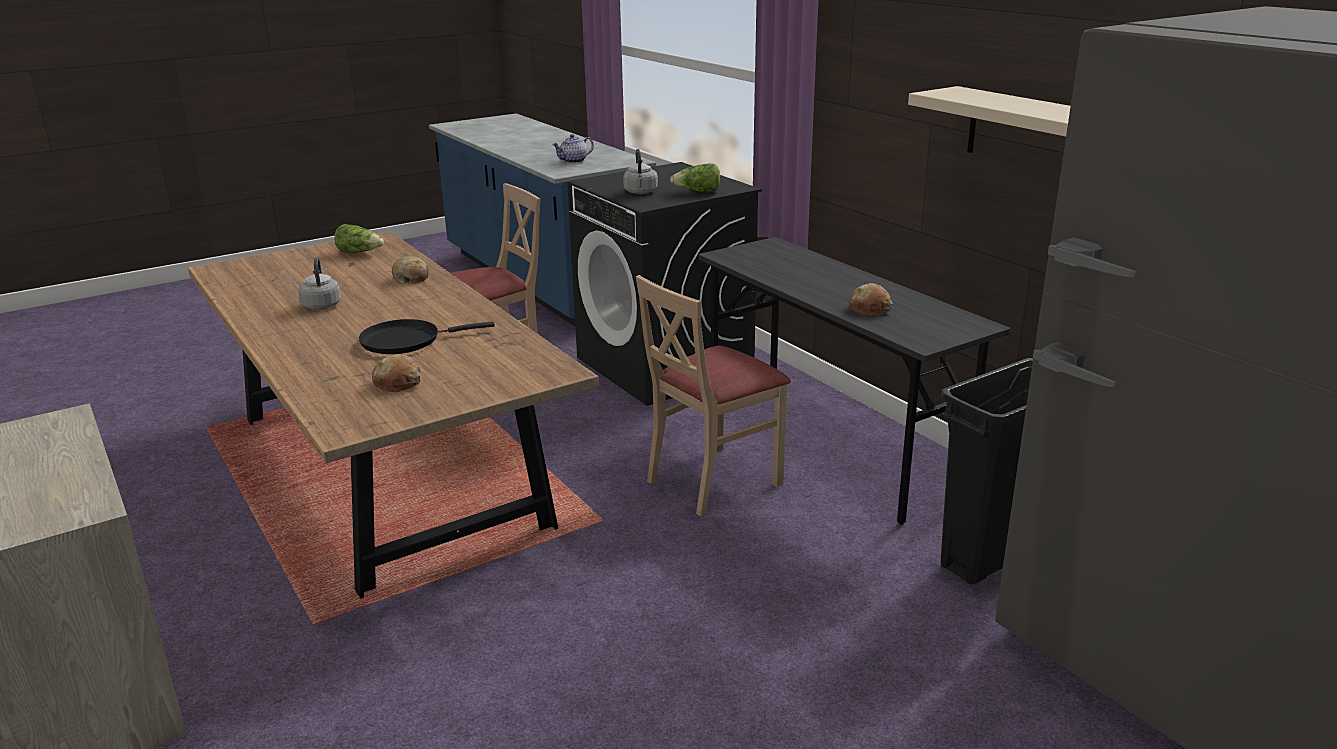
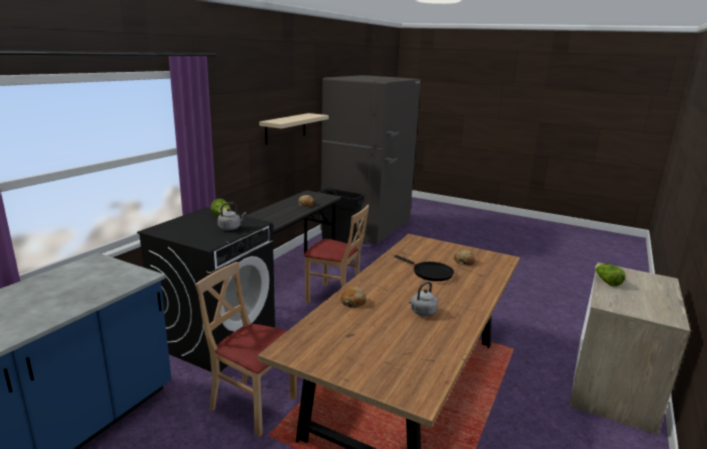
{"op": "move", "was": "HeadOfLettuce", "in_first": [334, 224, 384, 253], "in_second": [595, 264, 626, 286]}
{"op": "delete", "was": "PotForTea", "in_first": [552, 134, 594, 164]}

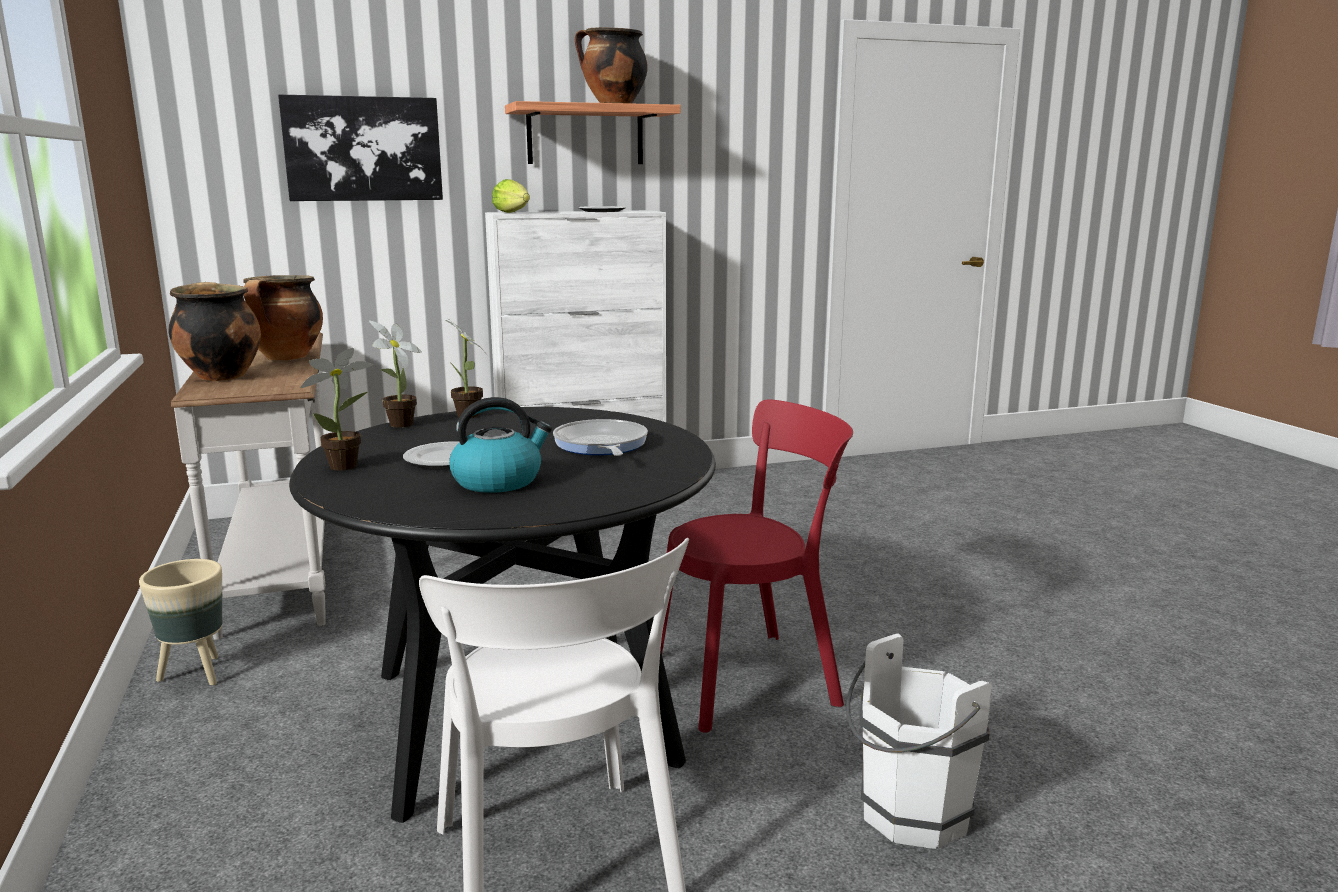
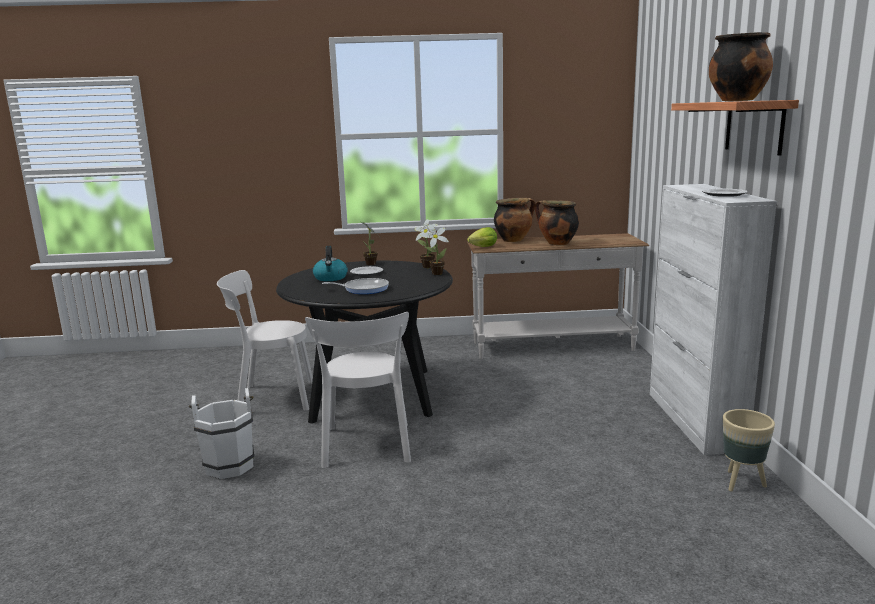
{"op": "move", "was": "SandColouredPlanter", "in_first": [139, 559, 223, 685], "in_second": [723, 409, 775, 491]}
{"op": "delete", "was": "WallArt", "in_first": [278, 94, 443, 201]}
{"op": "move", "was": "HeadOfLettuce", "in_first": [492, 179, 530, 213], "in_second": [467, 227, 497, 247]}
{"op": "recolor", "was": "RedChair", "now": "WhitishChair", "in_first": [661, 400, 853, 733], "in_second": [305, 312, 411, 468]}

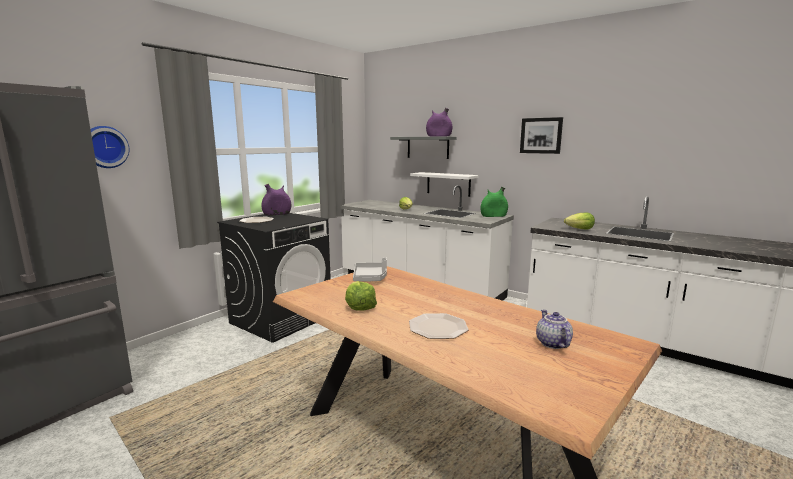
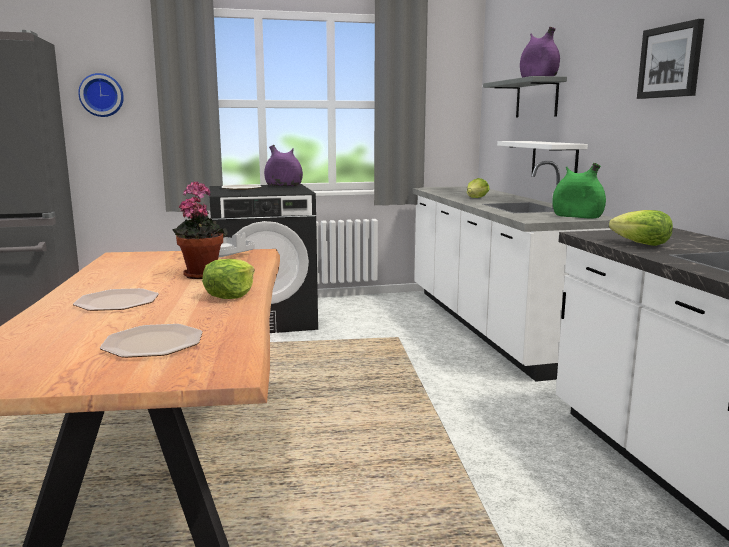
{"op": "move", "was": "HeadOfLettuce", "in_first": [345, 281, 377, 311], "in_second": [202, 259, 255, 299]}
{"op": "replace", "was": "PotForTea", "now": "FlatDish", "in_first": [536, 310, 573, 349], "in_second": [100, 324, 203, 358]}
{"op": "insert", "now": "Houseplant", "in_second": [173, 181, 227, 279]}

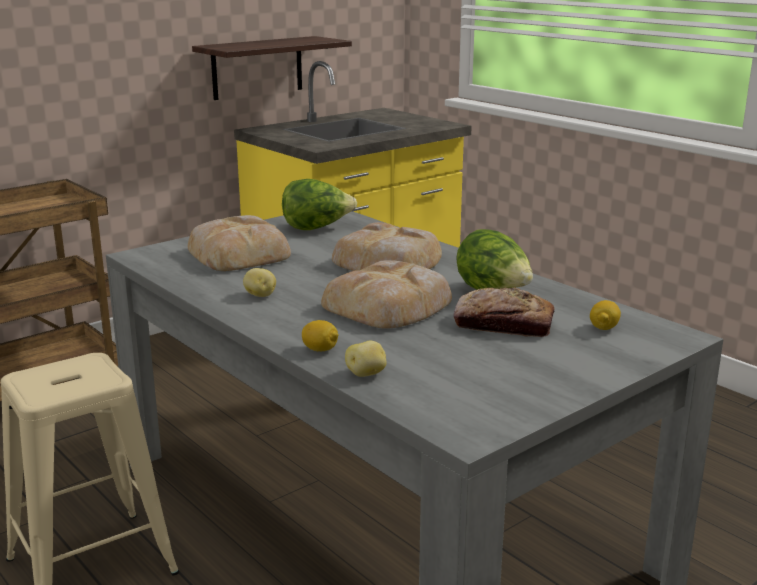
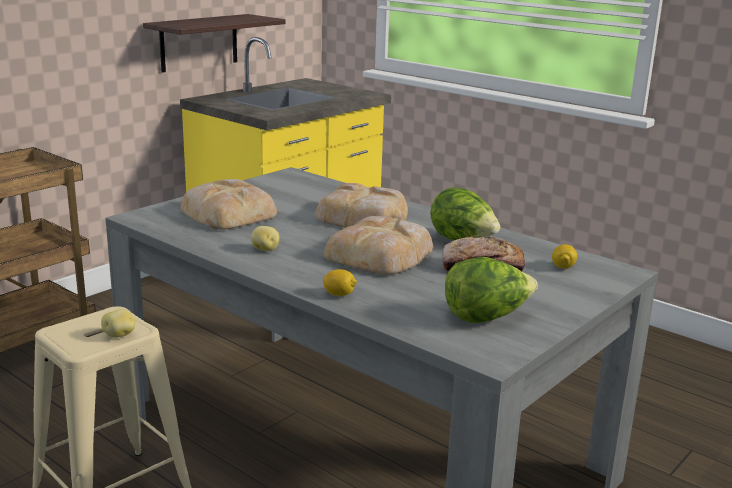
{"op": "move", "was": "HeadOfLettuce", "in_first": [282, 179, 357, 230], "in_second": [445, 257, 538, 323]}
{"op": "move", "was": "Potato", "in_first": [345, 340, 387, 377], "in_second": [101, 309, 135, 338]}

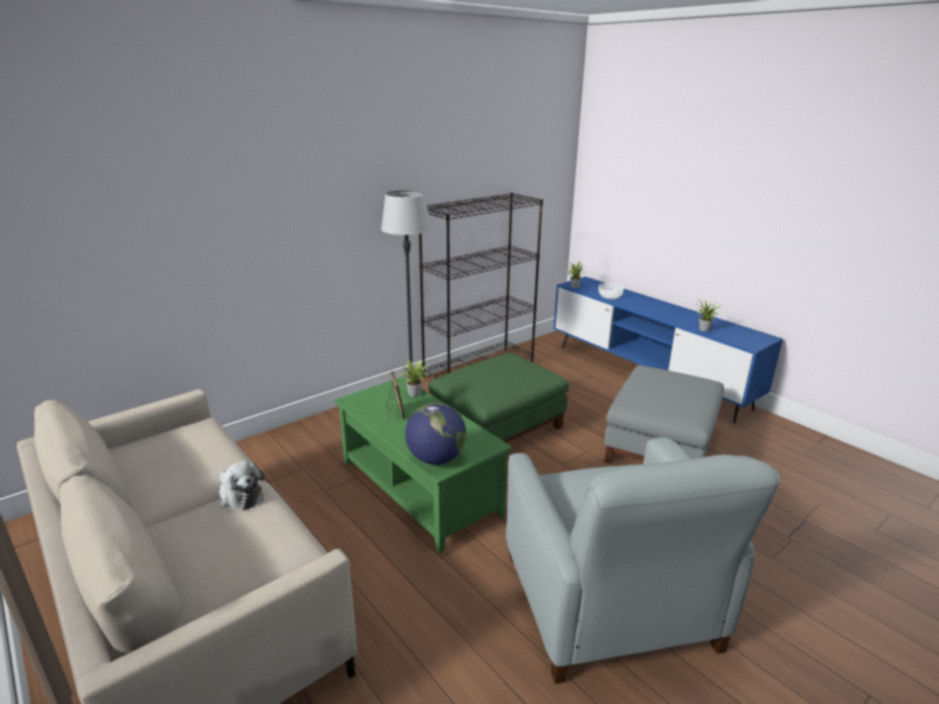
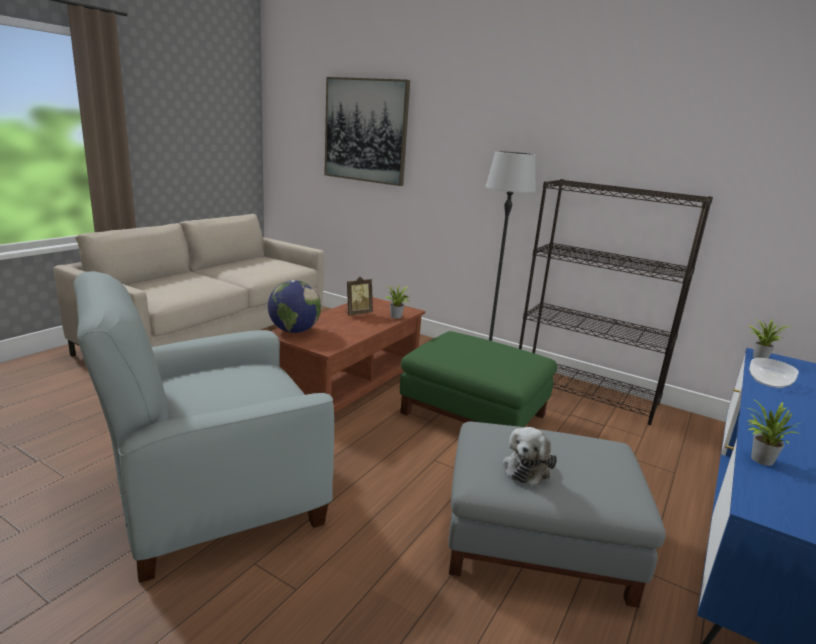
{"op": "move", "was": "SoftToy", "in_first": [219, 460, 264, 510], "in_second": [503, 427, 557, 487]}
{"op": "recolor", "was": "GreenCoffeeTable", "now": "BrownishCoffeeTable", "in_first": [334, 377, 512, 553], "in_second": [272, 297, 425, 413]}
{"op": "insert", "now": "WallArt", "in_second": [324, 77, 410, 186]}

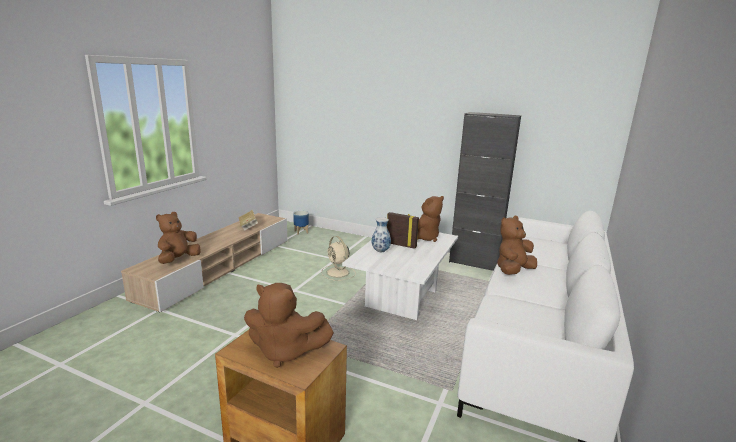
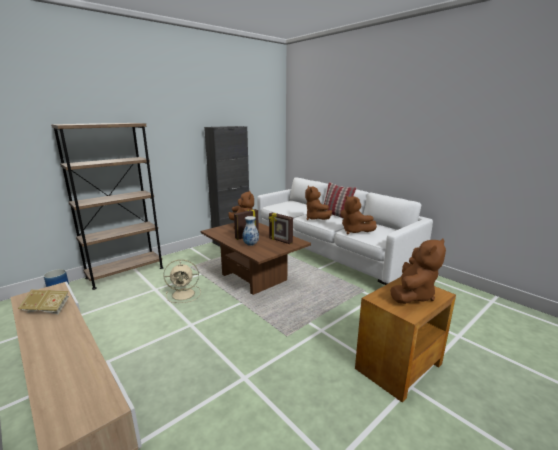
{"op": "move", "was": "BrownishSoftToy", "in_first": [156, 212, 201, 264], "in_second": [341, 196, 377, 234]}
{"op": "recolor", "was": "WhitishCoffeeTable", "now": "BrownishCoffeeTable", "in_first": [342, 232, 458, 320], "in_second": [201, 222, 311, 295]}
{"op": "insert", "now": "BrownishBookshelf", "in_second": [51, 123, 163, 290]}
{"op": "insert", "now": "PictureFrame", "in_second": [269, 213, 293, 244]}
{"op": "insert", "now": "ThrowPillow", "in_second": [324, 182, 356, 219]}

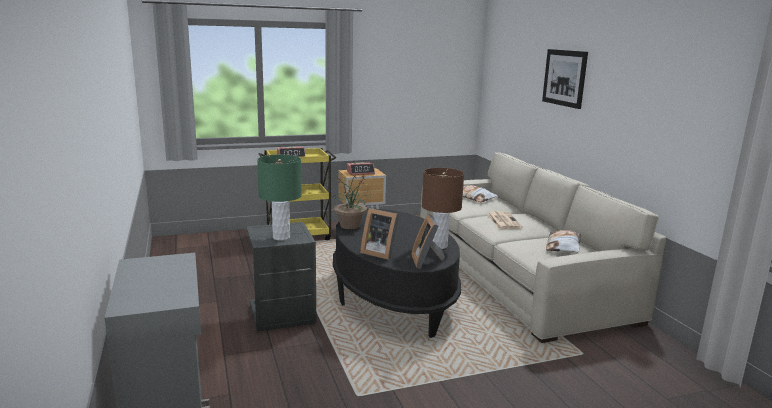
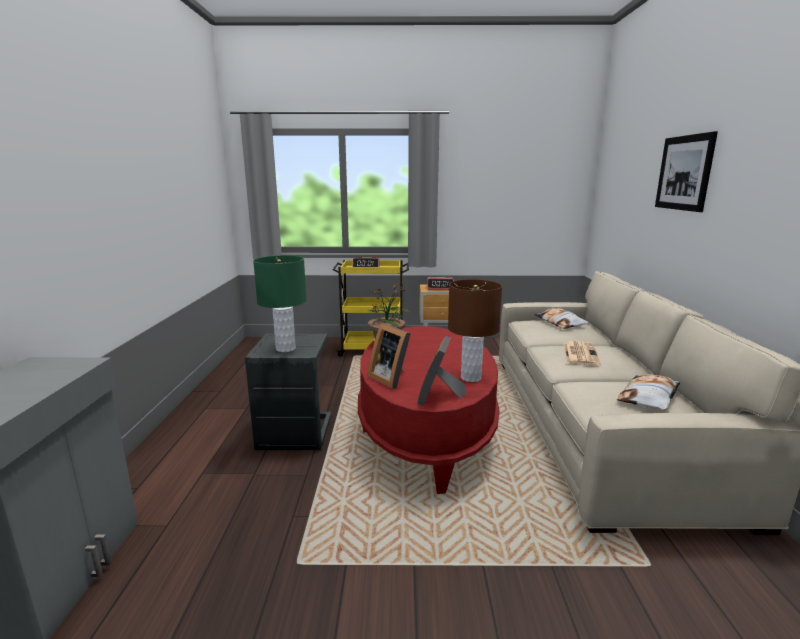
{"op": "recolor", "was": "BlackColouredCoffeeTable", "now": "RedCoffeeTable", "in_first": [333, 209, 461, 338], "in_second": [358, 326, 500, 494]}

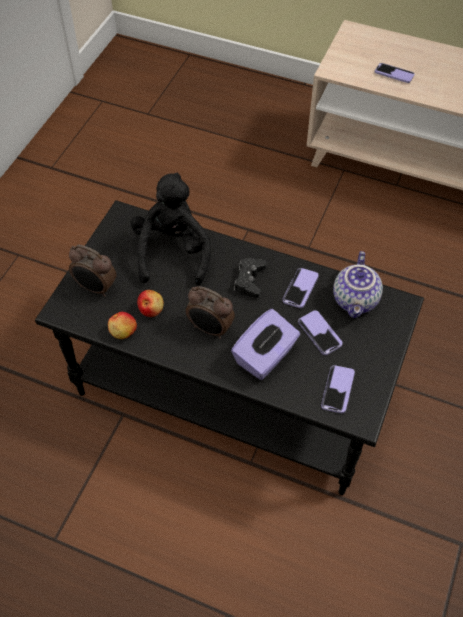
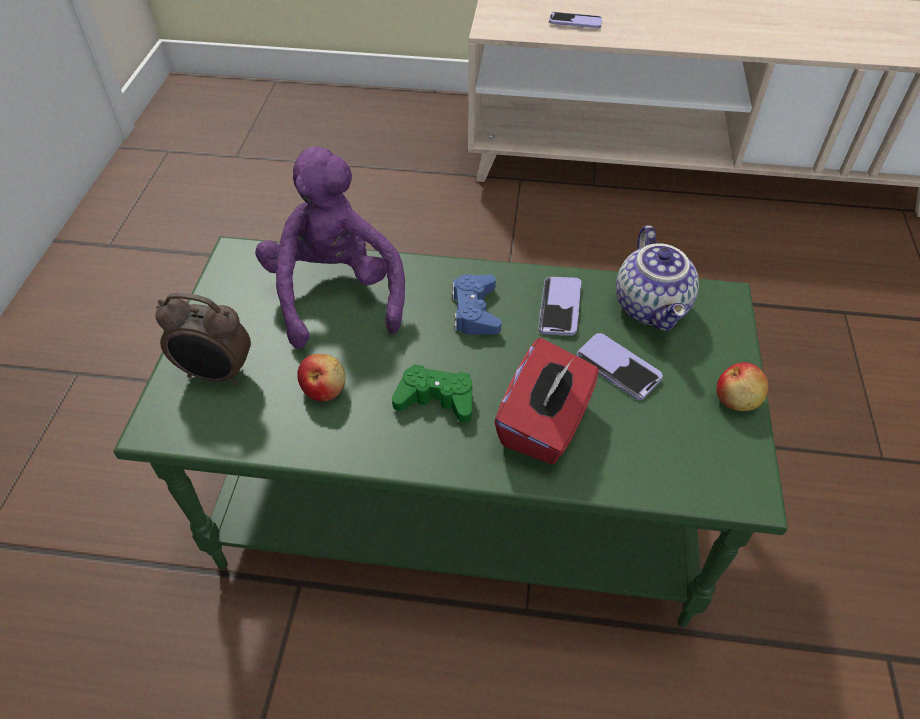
{"op": "recolor", "was": "BlackColouredCoffeeTable", "now": "GreenCoffeeTable", "in_first": [35, 200, 424, 495], "in_second": [114, 236, 788, 627]}
{"op": "move", "was": "Apple", "in_first": [108, 312, 137, 339], "in_second": [717, 362, 768, 411]}
{"op": "recolor", "was": "BlackColouredSoftToy", "now": "PurpleColouredSoftToy", "in_first": [130, 173, 211, 285], "in_second": [255, 147, 405, 349]}
{"op": "replace", "was": "TableClock", "now": "GreenGamepad", "in_first": [186, 286, 235, 339], "in_second": [392, 364, 472, 423]}
{"op": "recolor", "was": "PurpleColouredTissueBox", "now": "RedTissueBox", "in_first": [231, 309, 300, 380], "in_second": [494, 338, 599, 464]}
{"op": "recolor", "was": "BlackColouredGamepad", "now": "BluishGamepad", "in_first": [234, 258, 267, 298], "in_second": [451, 274, 502, 335]}
{"op": "delete", "was": "Telephone", "in_first": [321, 365, 355, 413]}

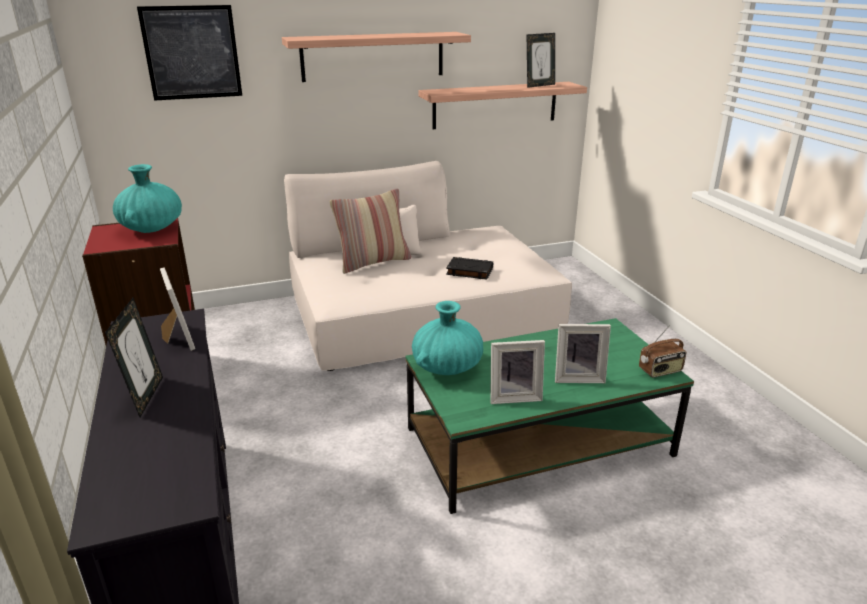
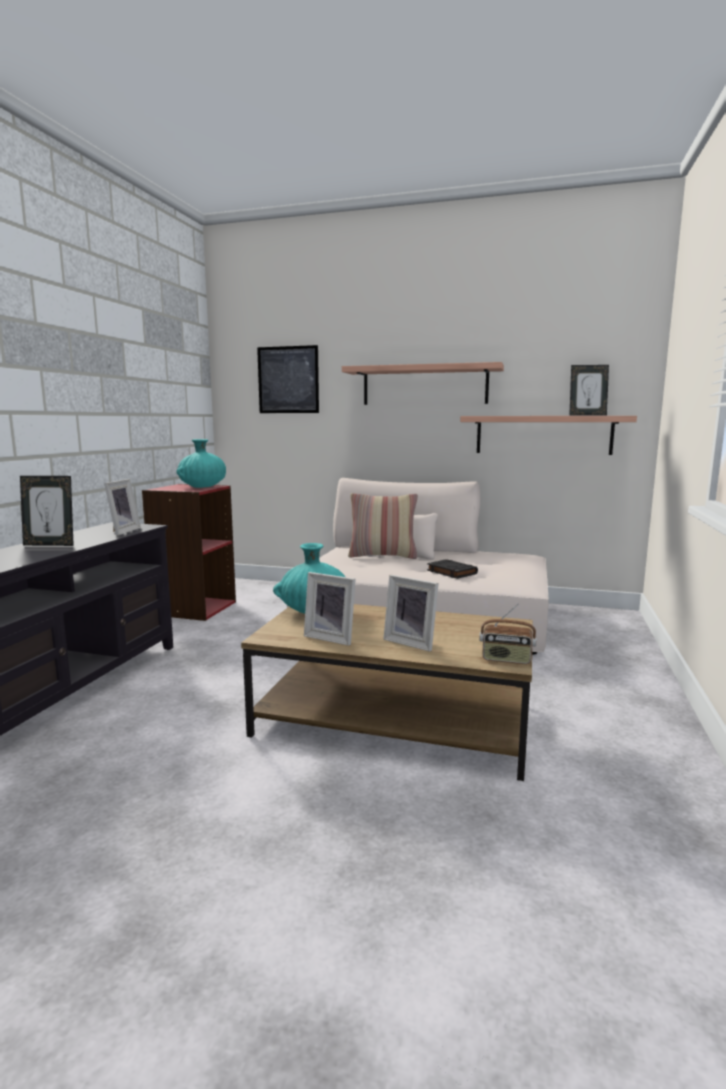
{"op": "rotate", "was": "PictureFrame", "in_first": [105, 298, 163, 417], "in_second": [20, 476, 74, 546], "clockwise": 60}
{"op": "recolor", "was": "GreenCoffeeTable", "now": "BrownishCoffeeTable", "in_first": [405, 318, 694, 514], "in_second": [241, 604, 533, 781]}

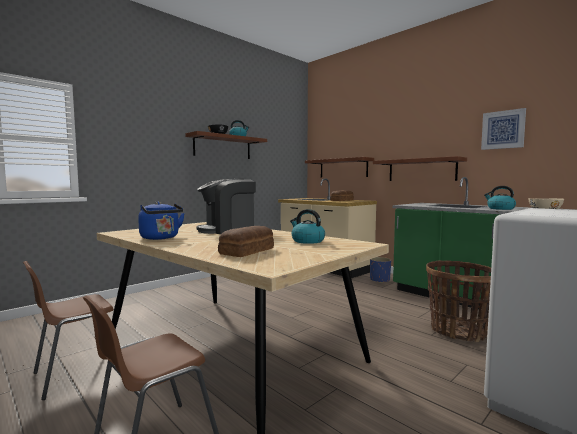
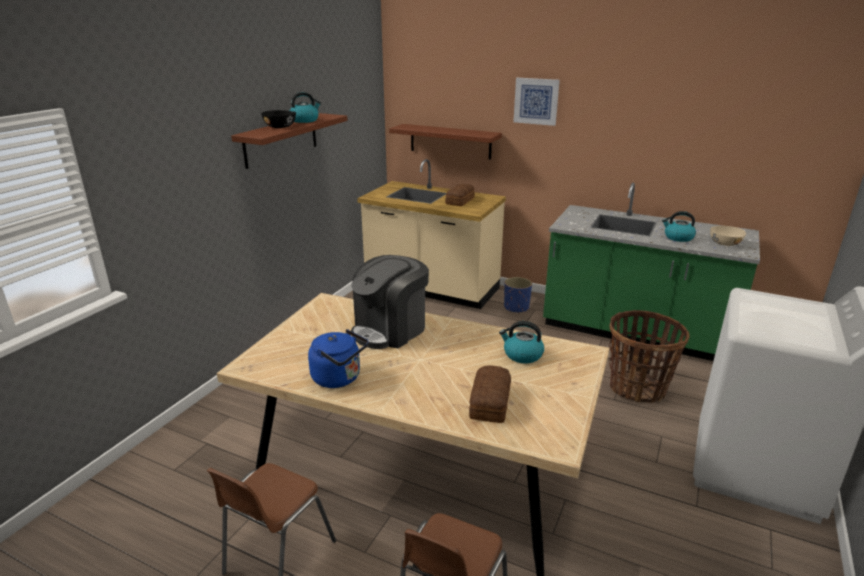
{"op": "delete", "was": "BrownishBracketShelf", "in_first": [373, 156, 467, 181]}
{"op": "move", "was": "WallArt", "in_first": [481, 108, 526, 150], "in_second": [513, 78, 560, 126]}

